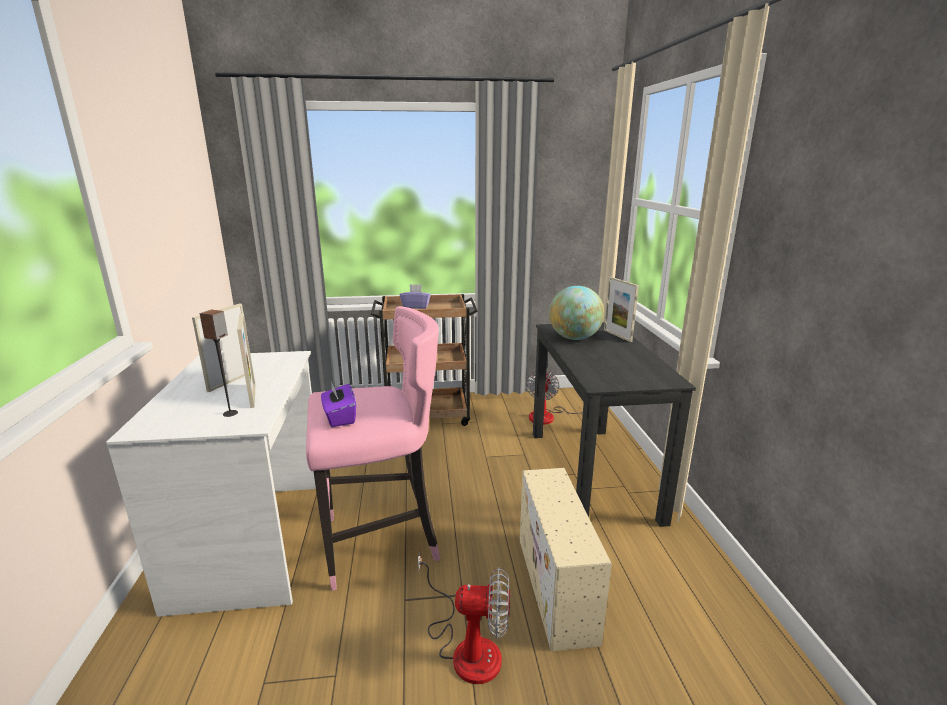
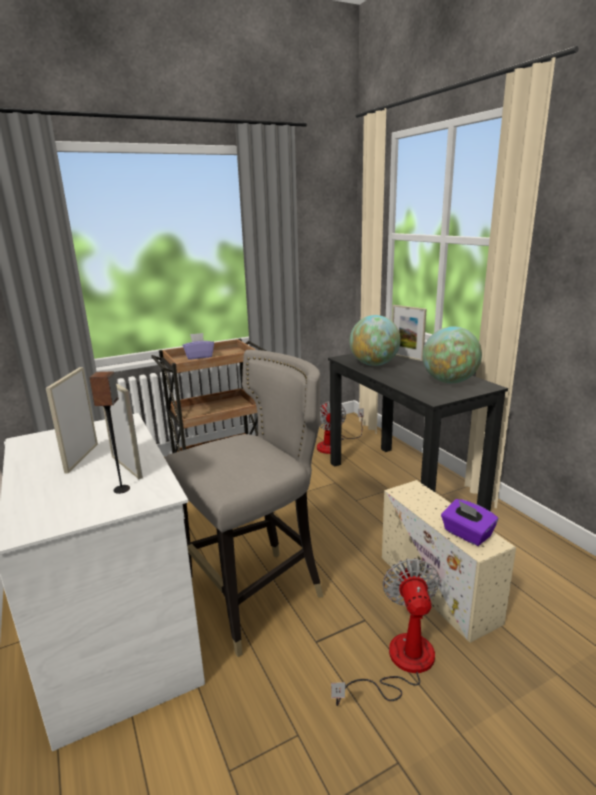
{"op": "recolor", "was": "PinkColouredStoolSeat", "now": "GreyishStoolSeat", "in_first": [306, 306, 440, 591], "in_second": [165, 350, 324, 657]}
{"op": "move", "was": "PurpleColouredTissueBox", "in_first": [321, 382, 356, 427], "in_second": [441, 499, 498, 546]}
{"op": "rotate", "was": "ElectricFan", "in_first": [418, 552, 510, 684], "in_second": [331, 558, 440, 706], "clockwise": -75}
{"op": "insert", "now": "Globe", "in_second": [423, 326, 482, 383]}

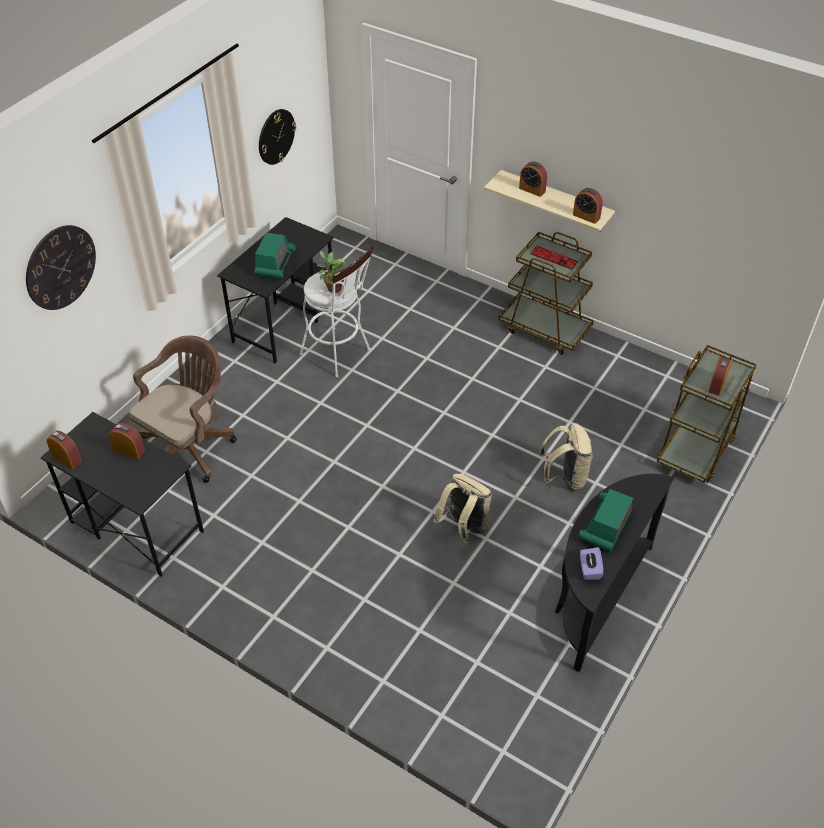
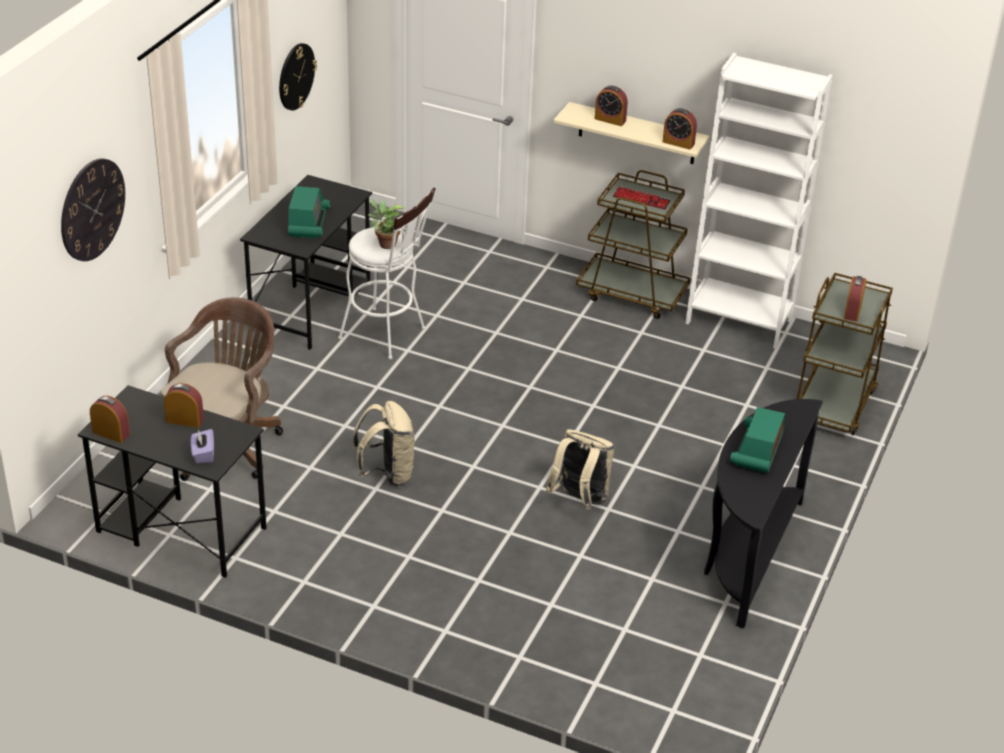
{"op": "move", "was": "SandColouredRucksack", "in_first": [540, 423, 593, 491], "in_second": [353, 401, 415, 487]}
{"op": "move", "was": "PurpleColouredTissueBox", "in_first": [580, 547, 603, 580], "in_second": [191, 429, 214, 464]}
{"op": "insert", "now": "WhitishBookshelf", "in_second": [685, 53, 833, 349]}

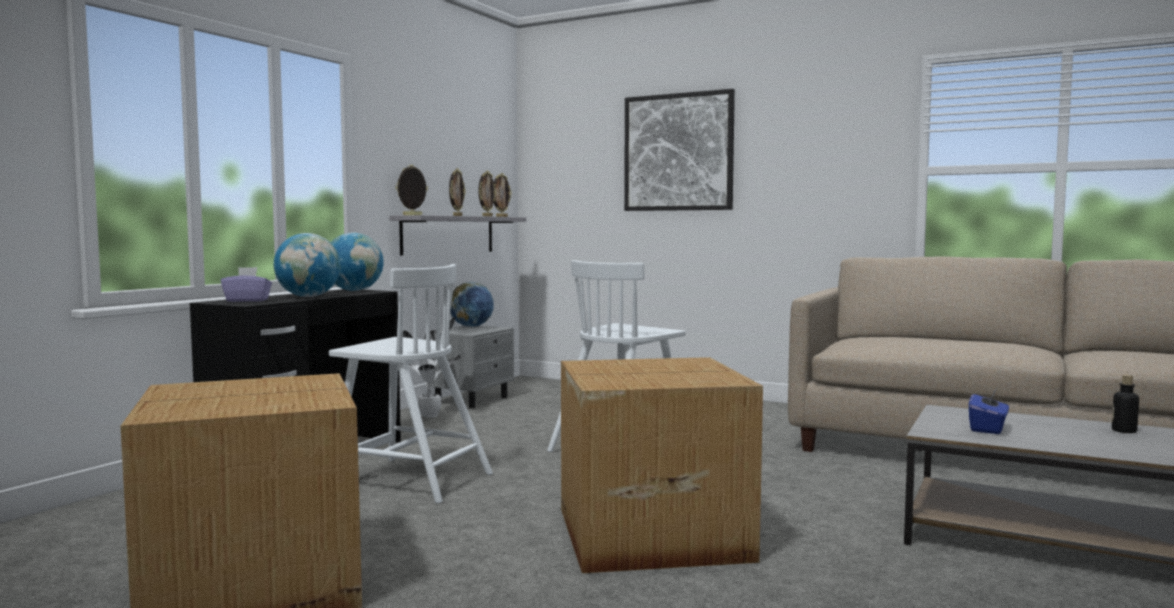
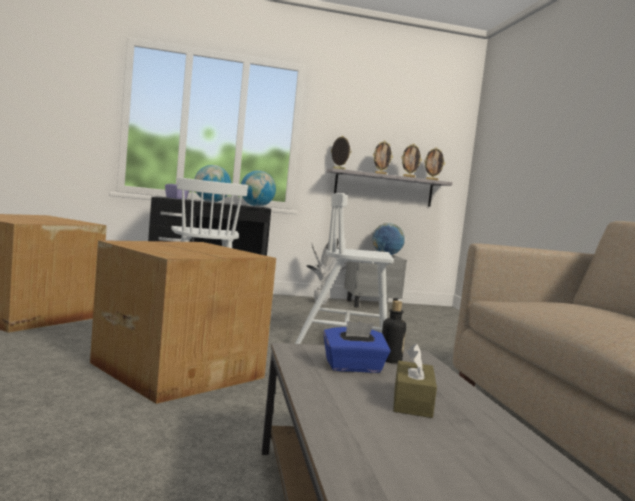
{"op": "delete", "was": "WallArt", "in_first": [624, 89, 735, 211]}
{"op": "move", "was": "BeverageBottle", "in_first": [1112, 375, 1139, 433], "in_second": [382, 300, 406, 363]}
{"op": "insert", "now": "BrownishTissueBox", "in_second": [393, 343, 437, 418]}

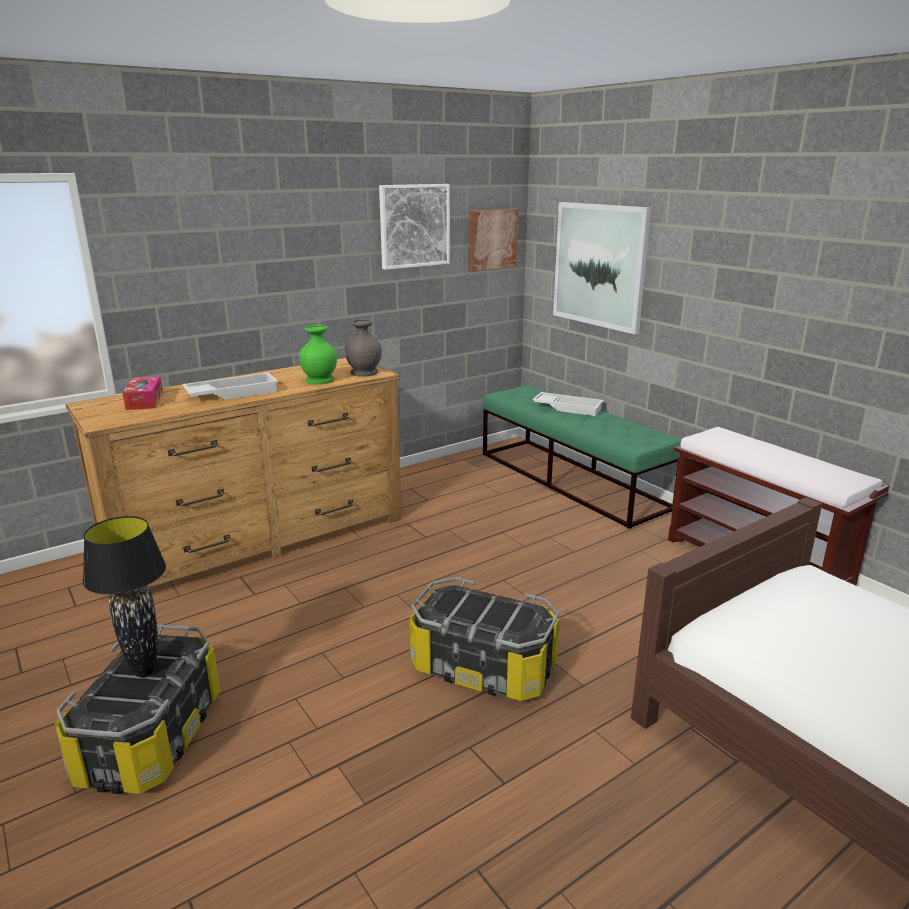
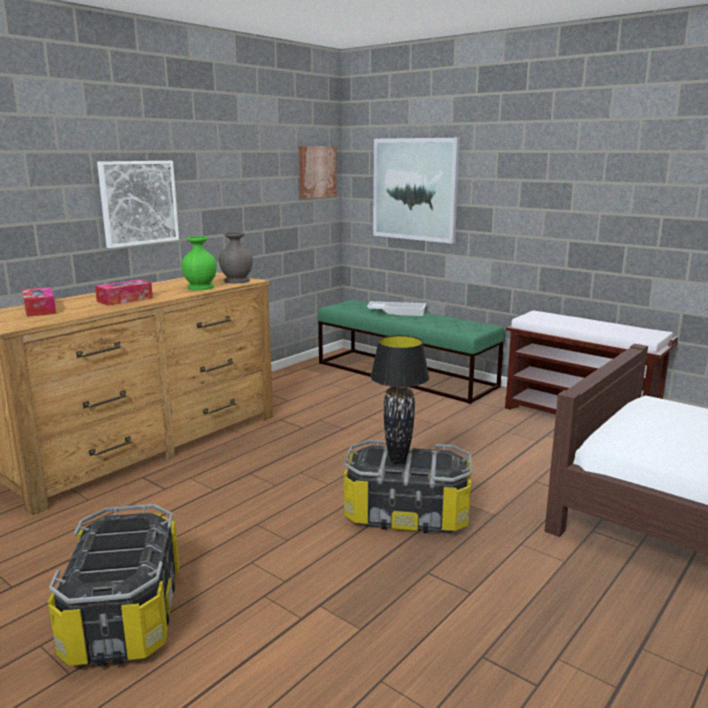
{"op": "move", "was": "BlackColouredTabletopLamp", "in_first": [83, 516, 166, 677], "in_second": [370, 335, 429, 464]}
{"op": "replace", "was": "WhitishCarryingTray", "now": "TissueBox", "in_first": [182, 373, 278, 400], "in_second": [95, 279, 153, 306]}
{"op": "move", "was": "WallArt", "in_first": [379, 184, 450, 270], "in_second": [97, 161, 179, 248]}

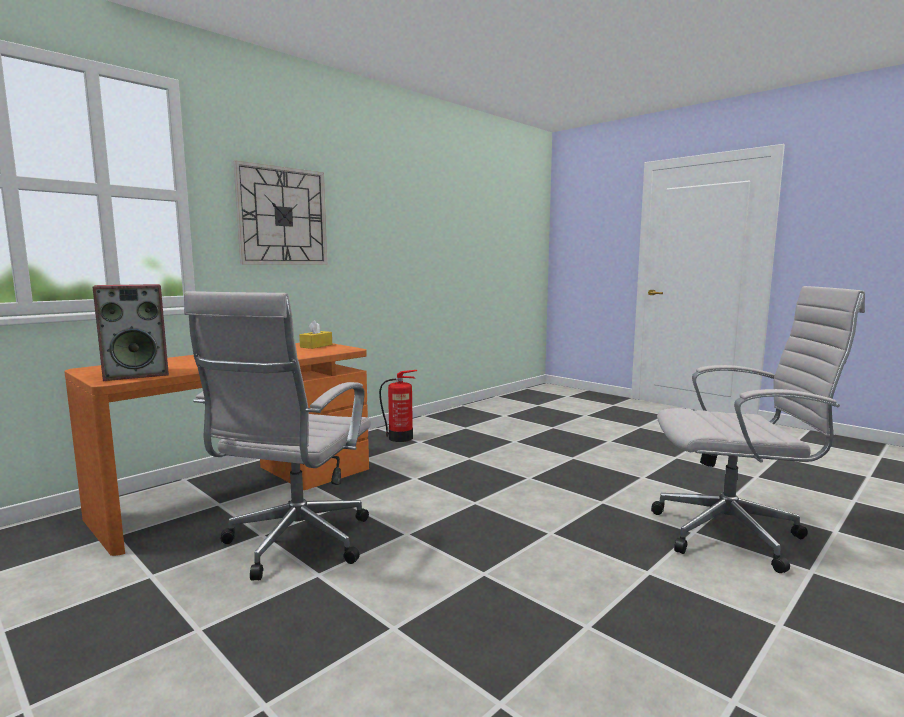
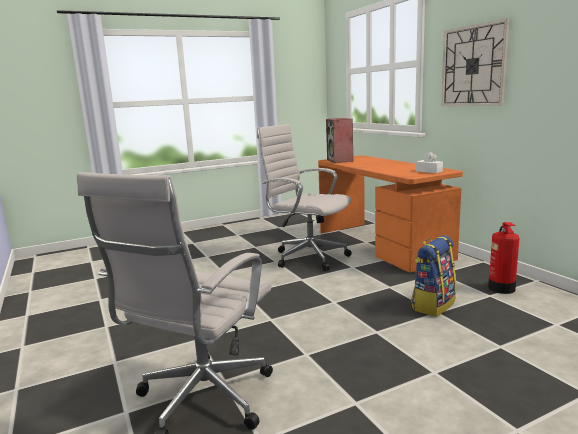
{"op": "recolor", "was": "YellowTissueBox", "now": "WhitishTissueBox", "in_first": [299, 320, 332, 349], "in_second": [416, 152, 443, 173]}
{"op": "insert", "now": "Rucksack", "in_second": [411, 235, 456, 317]}

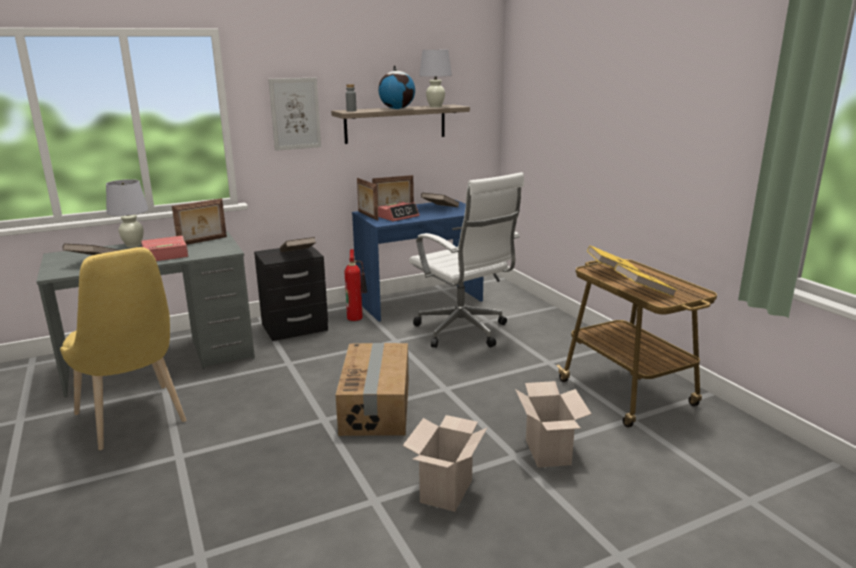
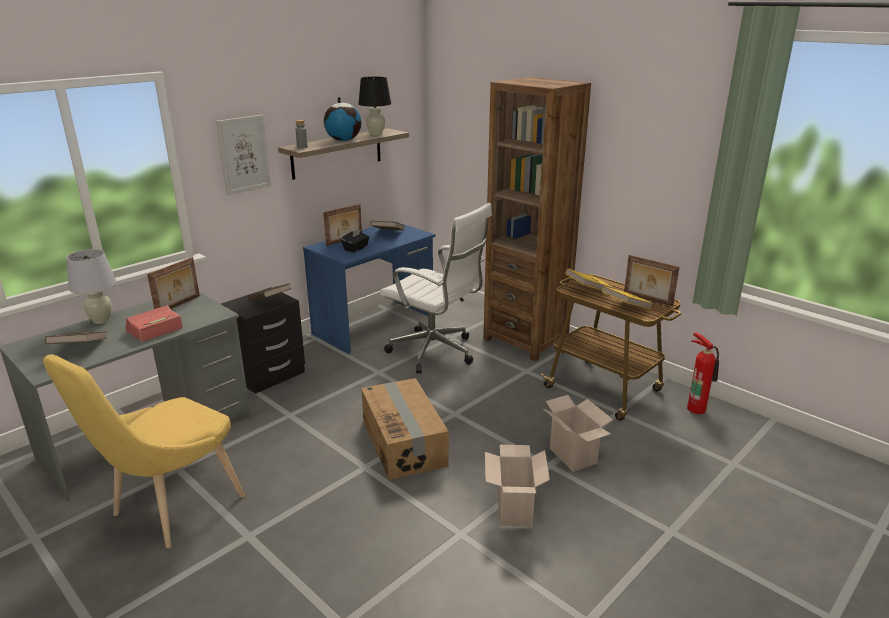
{"op": "rotate", "was": "YellowChair", "in_first": [60, 247, 186, 450], "in_second": [43, 354, 245, 548], "clockwise": 90}
{"op": "move", "was": "Extinguisher", "in_first": [344, 249, 367, 321], "in_second": [687, 332, 719, 414]}
{"op": "move", "was": "PictureFrame", "in_first": [357, 178, 378, 221], "in_second": [624, 255, 679, 306]}
{"op": "replace", "was": "TableClock", "now": "BlackColouredTissueBox", "in_first": [378, 202, 419, 222], "in_second": [341, 229, 369, 253]}
{"op": "recolor", "was": "WhitishTabletopLamp", "now": "BlackColouredTabletopLamp", "in_first": [419, 50, 452, 107], "in_second": [358, 77, 391, 135]}
{"op": "insert", "now": "BrownishBookshelf", "in_second": [483, 77, 591, 361]}

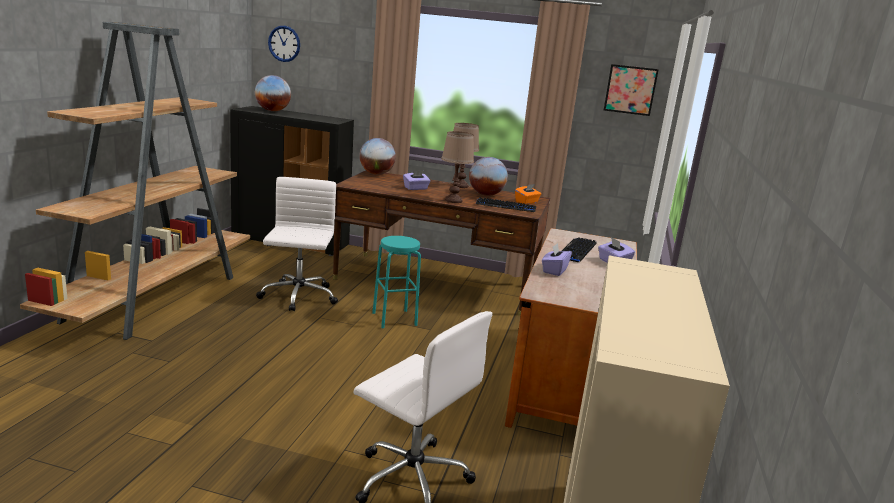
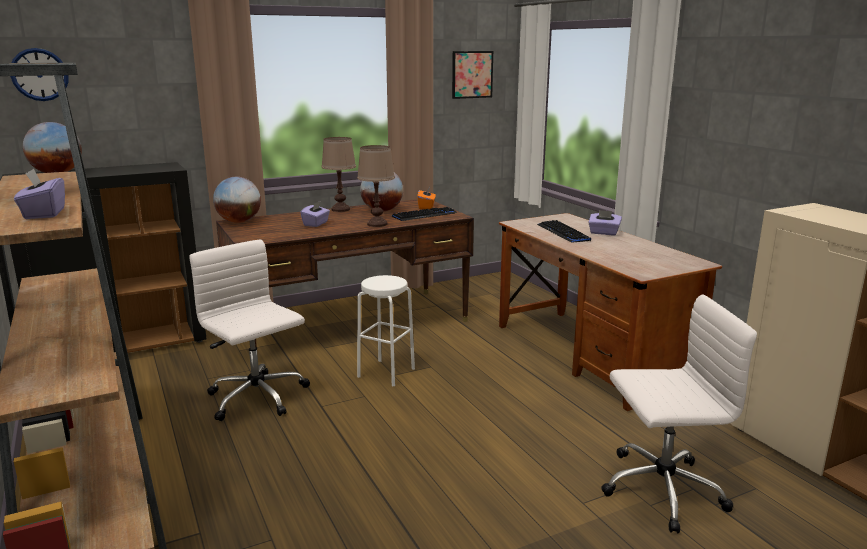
{"op": "recolor", "was": "BlueGreenStoolSeat", "now": "WhitishStoolSeat", "in_first": [372, 236, 421, 328], "in_second": [357, 275, 415, 386]}
{"op": "move", "was": "PurpleColouredTissueBox", "in_first": [542, 243, 572, 276], "in_second": [14, 168, 65, 219]}

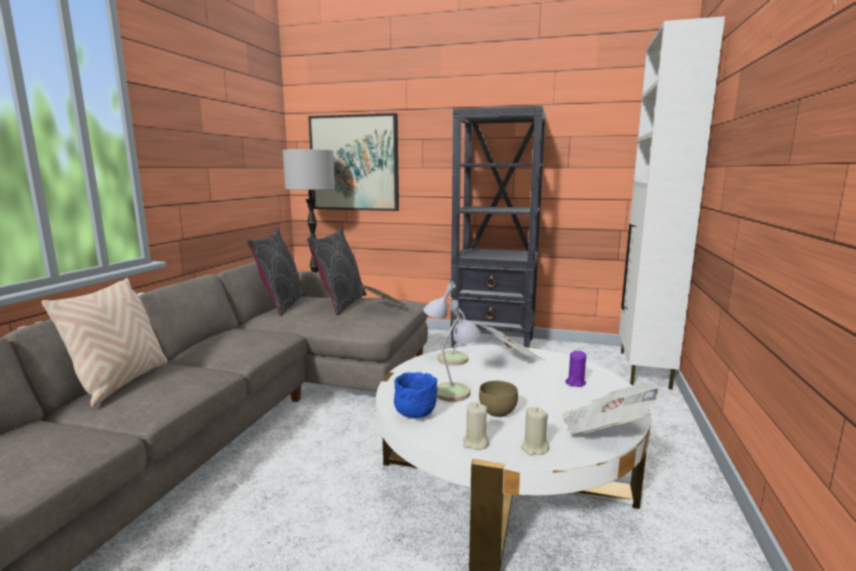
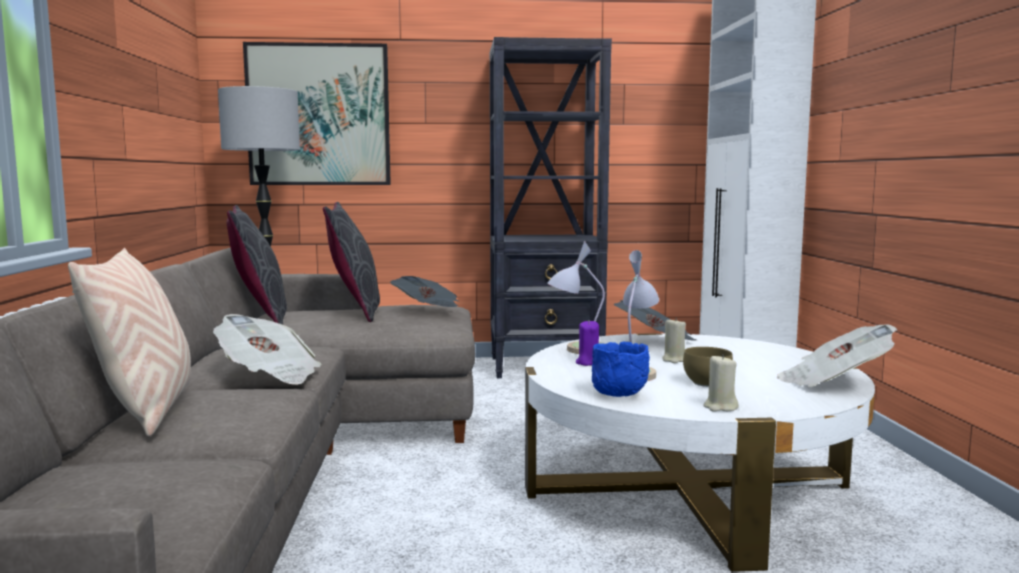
{"op": "move", "was": "SandColouredCandle", "in_first": [521, 407, 549, 456], "in_second": [662, 318, 686, 363]}
{"op": "move", "was": "PurpleColouredCandle", "in_first": [566, 351, 586, 387], "in_second": [576, 320, 599, 366]}
{"op": "insert", "now": "PrintedPaper", "in_second": [213, 314, 321, 385]}

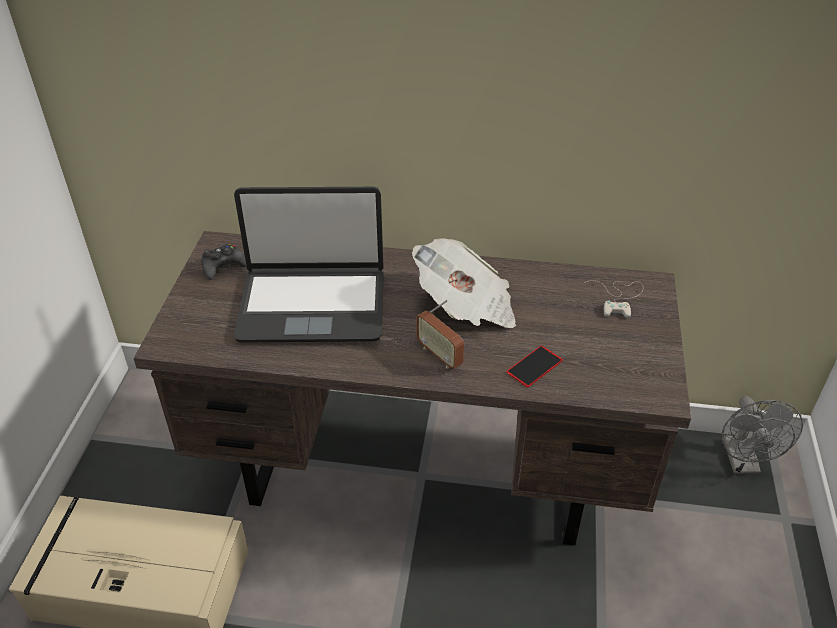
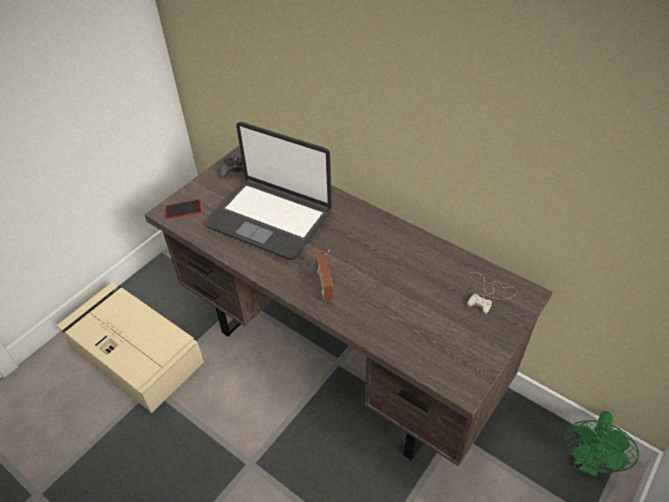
{"op": "delete", "was": "PrintedPaper", "in_first": [412, 238, 516, 328]}
{"op": "move", "was": "Telephone", "in_first": [506, 345, 563, 388], "in_second": [164, 199, 202, 219]}
{"op": "recolor", "was": "GreyishElectricFan", "now": "GreenElectricFan", "in_first": [721, 396, 803, 474], "in_second": [564, 411, 639, 477]}

